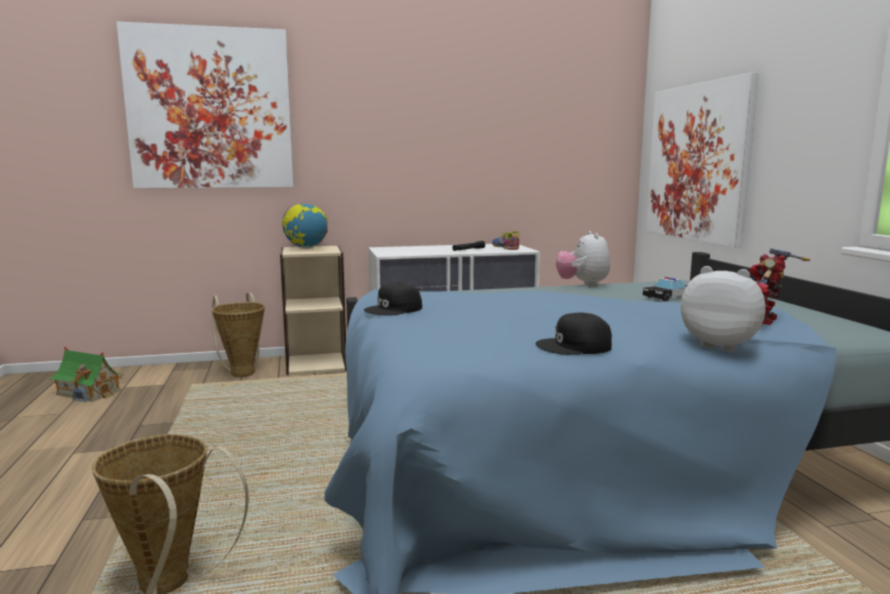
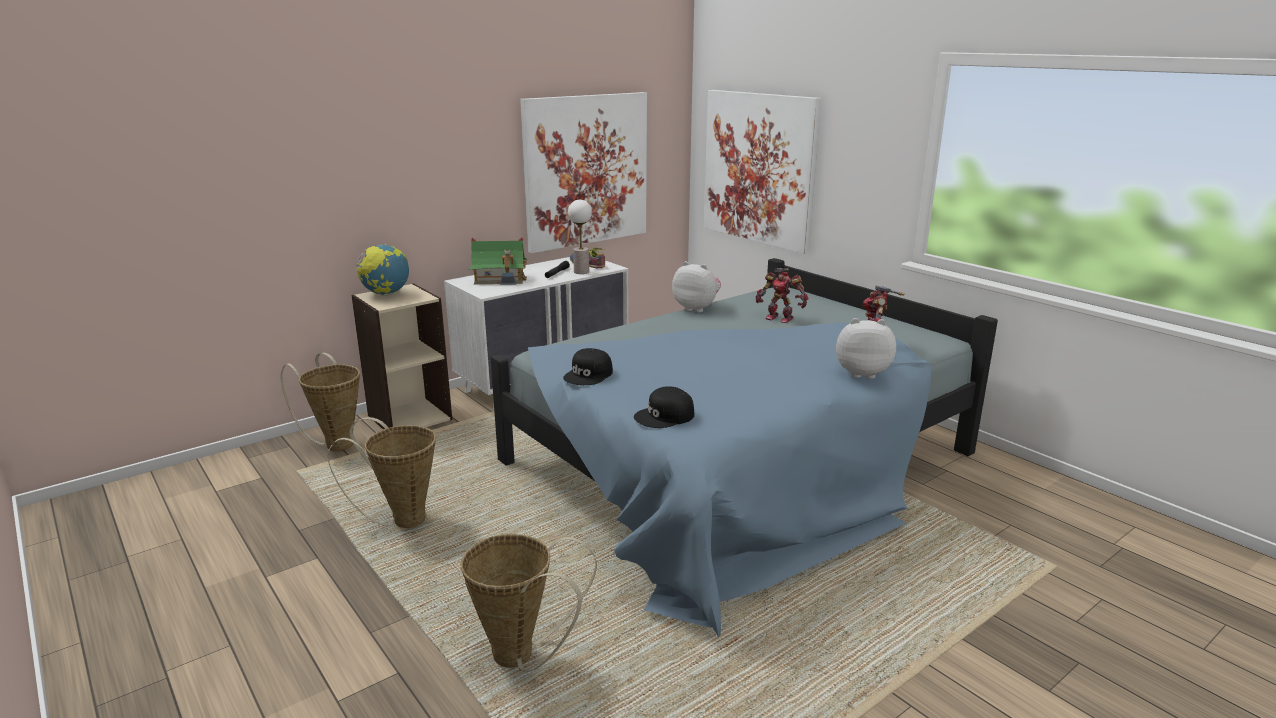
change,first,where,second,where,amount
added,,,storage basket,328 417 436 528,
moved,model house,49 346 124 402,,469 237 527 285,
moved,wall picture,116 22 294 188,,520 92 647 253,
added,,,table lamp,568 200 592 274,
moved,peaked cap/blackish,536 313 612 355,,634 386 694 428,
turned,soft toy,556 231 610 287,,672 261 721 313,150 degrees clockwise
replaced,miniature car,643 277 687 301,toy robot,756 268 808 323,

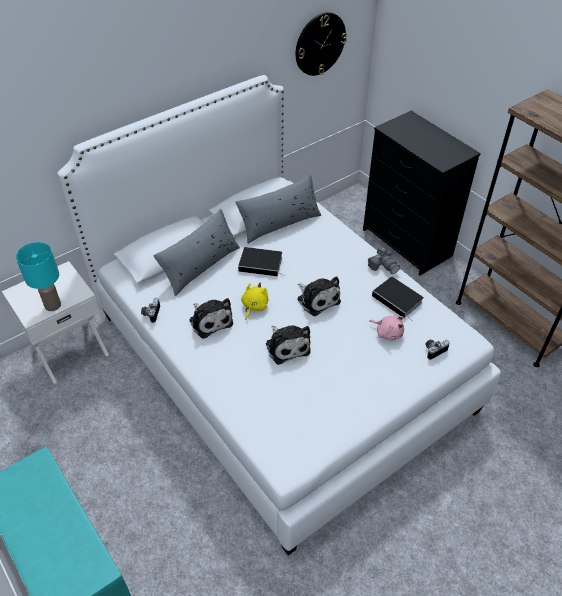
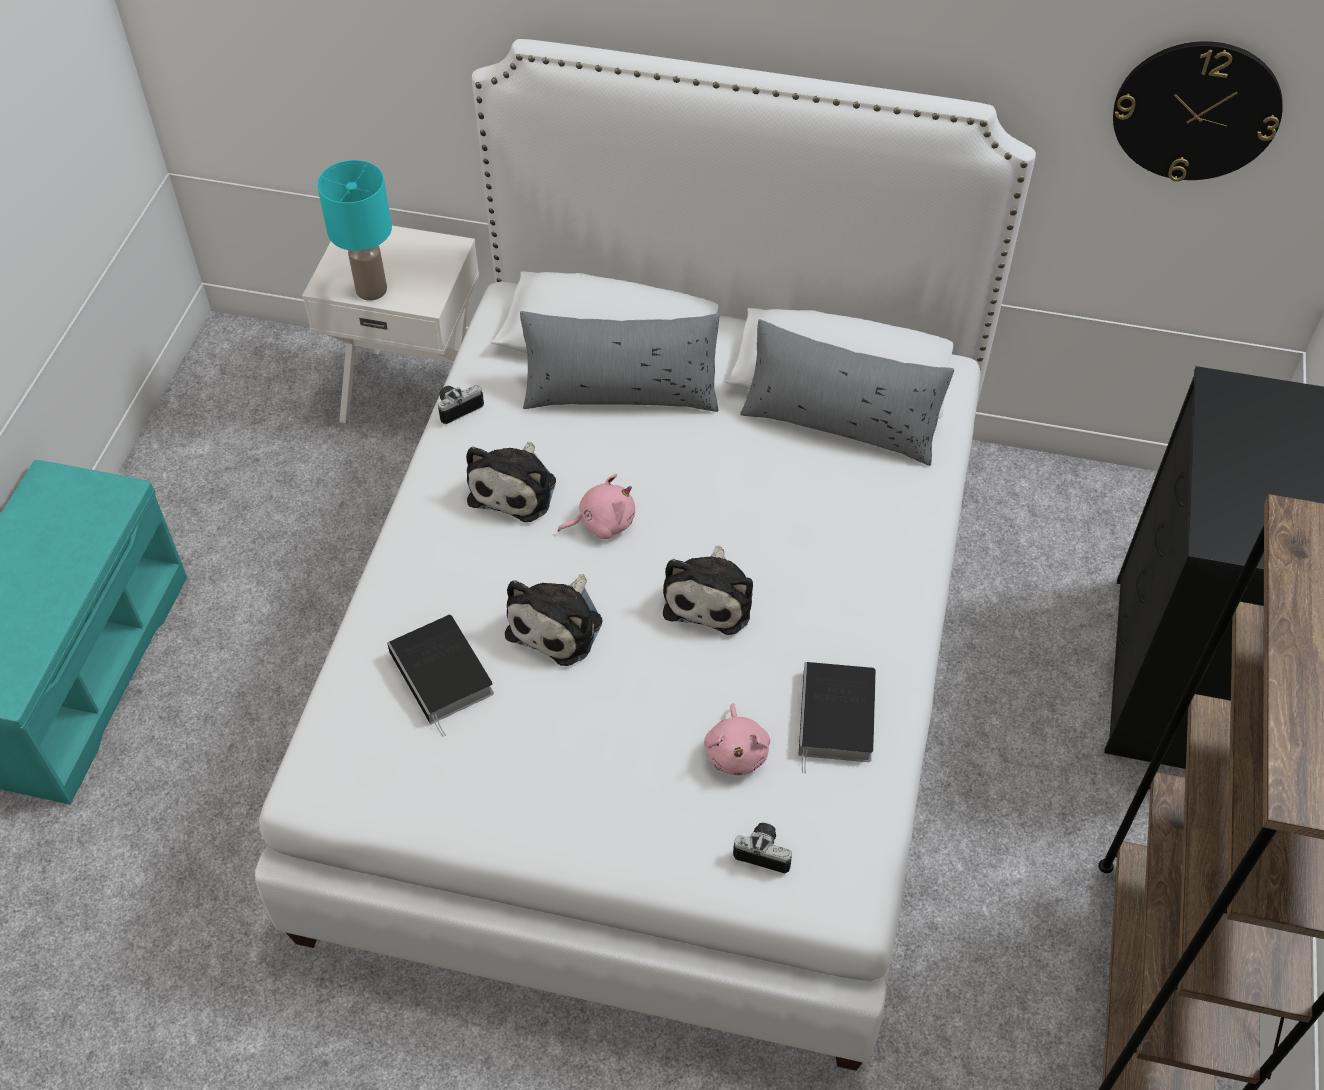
change,first,where,second,where,amount
moved,volume,238 247 284 276,,387 615 494 737,
recoloured,soft toy/yellowish,241 283 269 320,soft toy/pinkish,558 474 635 539,
removed,still camera,368 247 400 274,,,

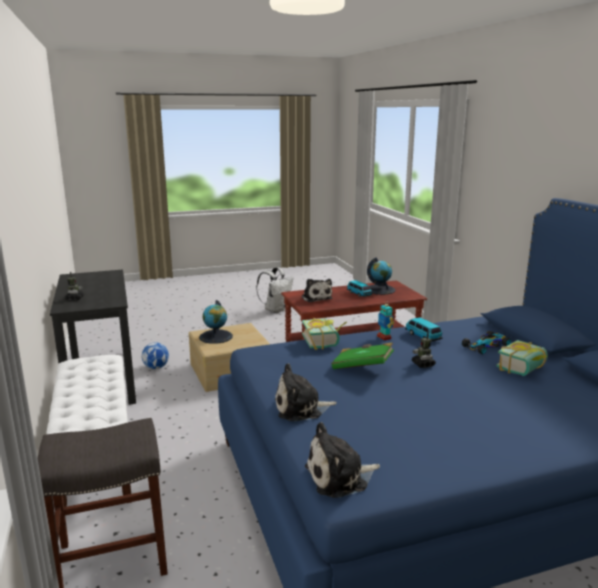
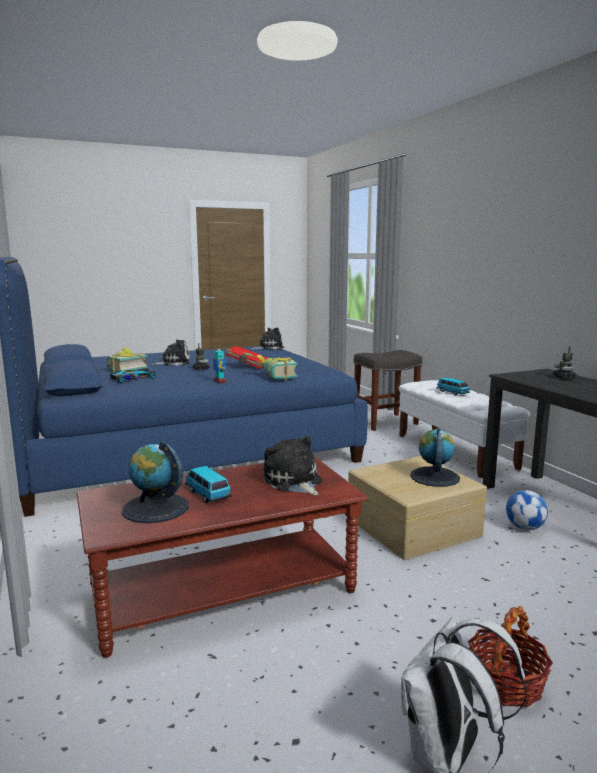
change,first,where,second,where,amount
moved,soft toy,275 363 337 421,,151 340 190 366,
recoloured,volume/green-coloured,331 343 394 369,volume/red,225 346 269 369,
moved,miniature car,405 317 443 342,,437 378 470 395,
added,,,storage basket,468 606 553 707,

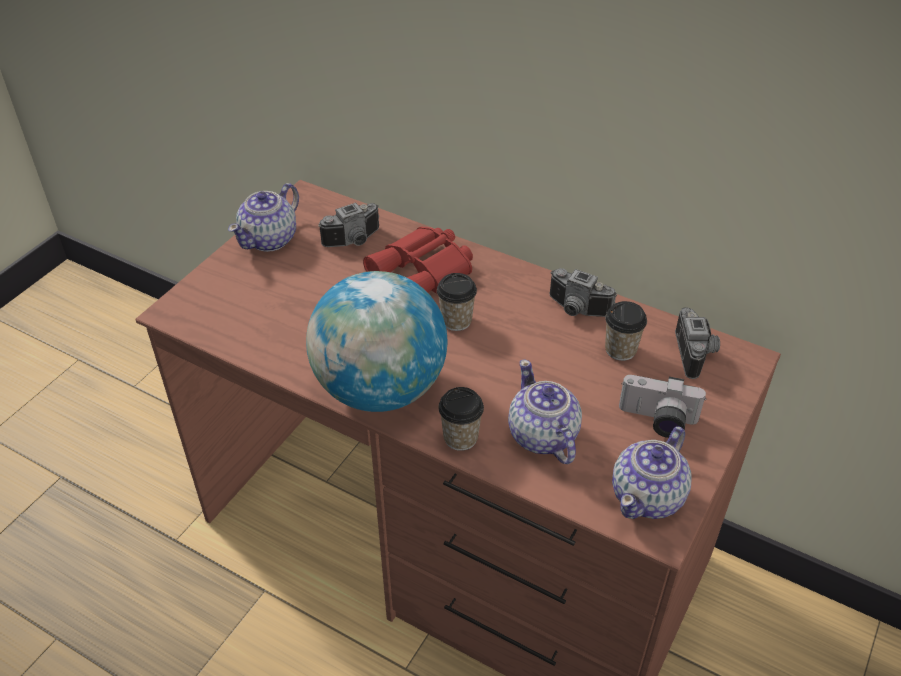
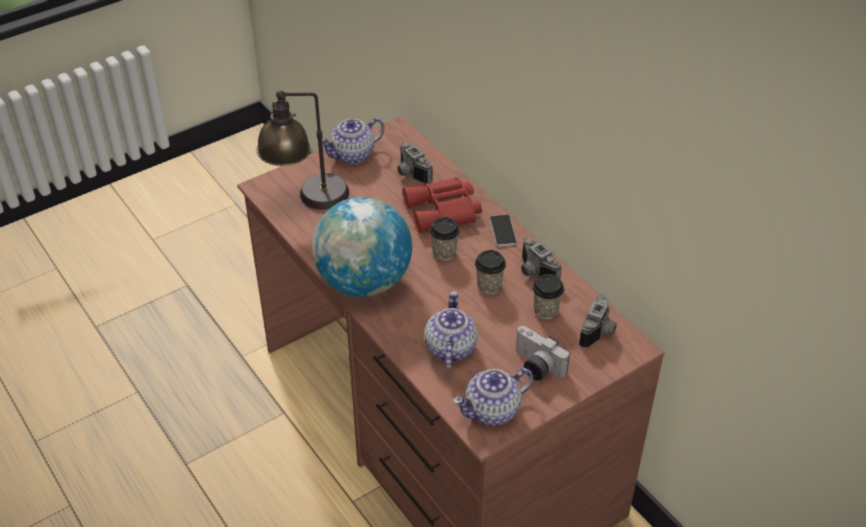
change,first,where,second,where,amount
added,,,table lamp,257 90 349 210,
turned,still camera,318 203 379 247,,397 142 433 184,60 degrees clockwise
moved,cup,438 387 484 451,,475 250 506 295,
added,,,phone,490 215 517 247,

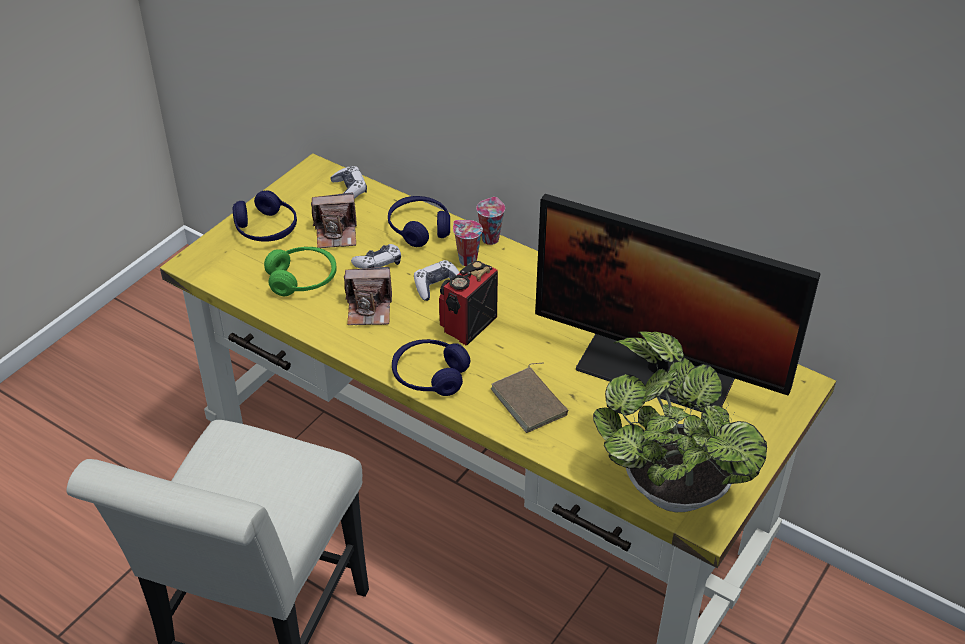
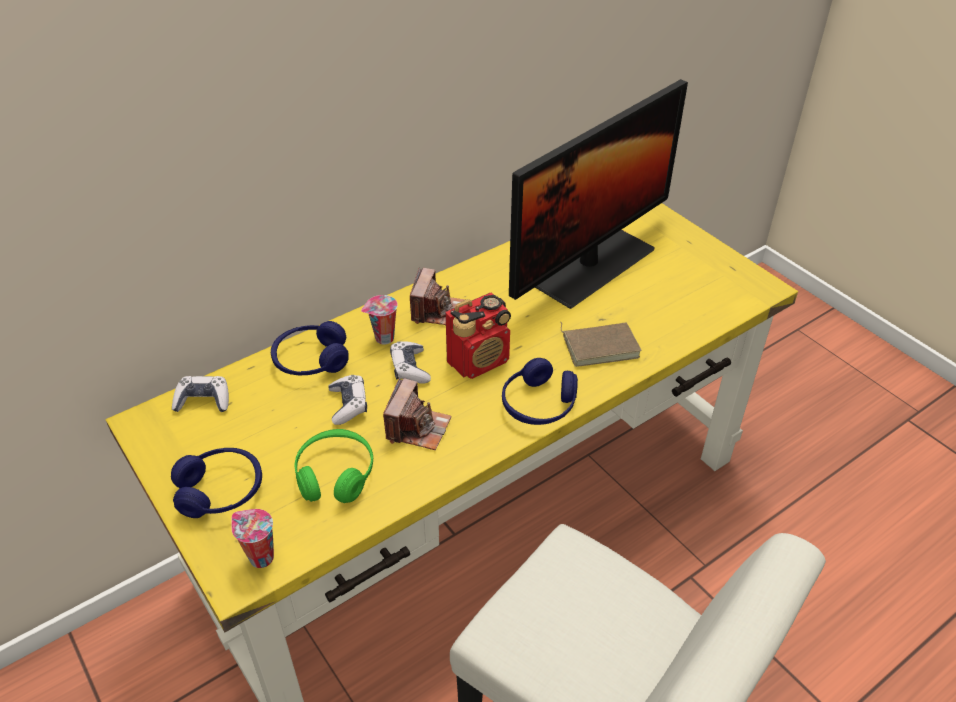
change,first,where,second,where,amount
moved,cup,476 197 505 245,,231 509 274 568,
moved,still camera,311 192 357 248,,410 268 465 325,
turned,radio set,439 261 498 345,,445 292 511 379,90 degrees counterclockwise
removed,plant in a pot,593 332 767 512,,,

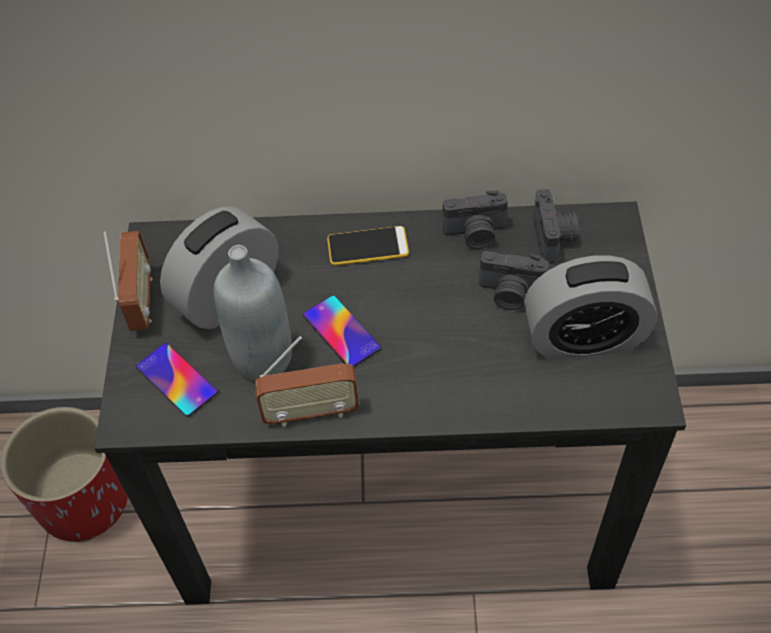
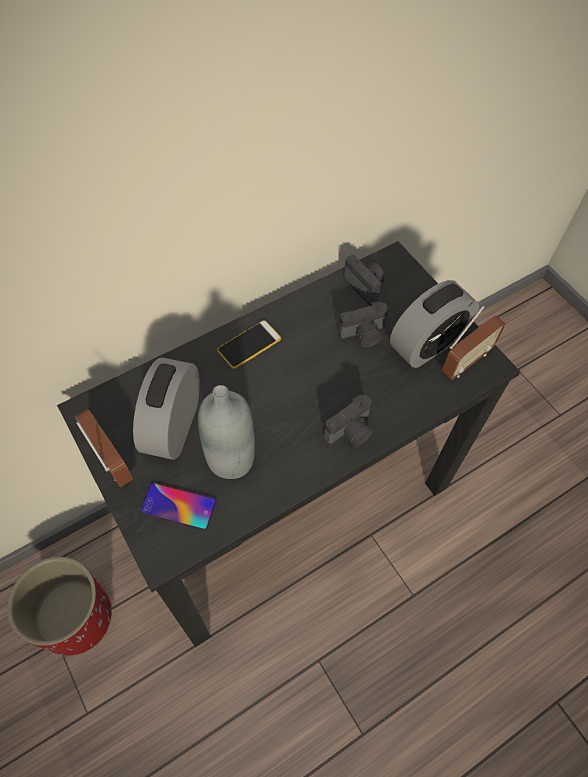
change,first,where,second,where,amount
moved,still camera,442 190 508 249,,324 395 373 447,
moved,radio set,255 336 359 427,,442 306 506 380,
removed,phone,303 296 381 366,,,

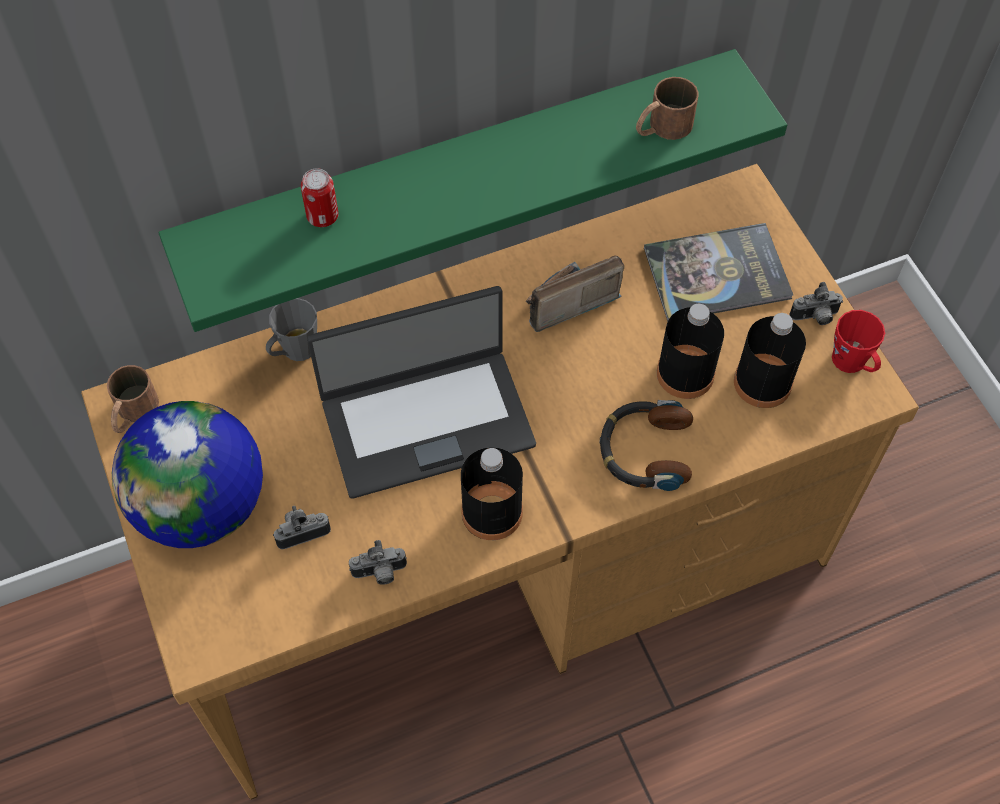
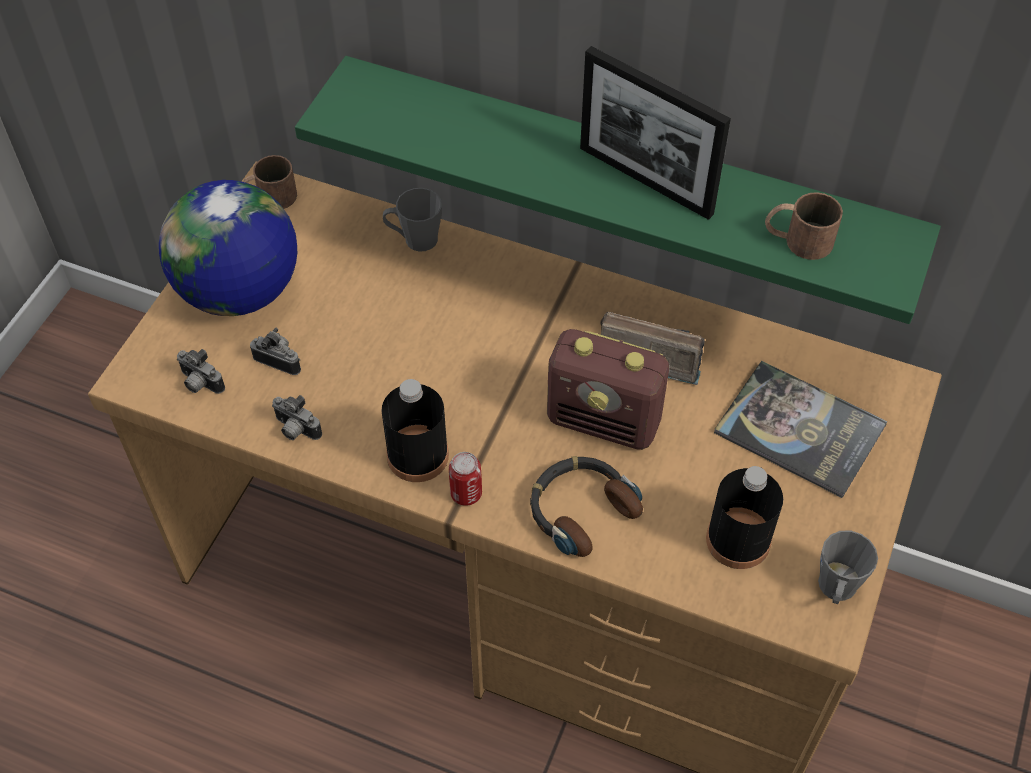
change,first,where,second,where,amount
moved,still camera,790 282 843 325,,177 349 225 394,
moved,sealed can,301 168 339 227,,449 452 482 506,
added,,,radio set,547 329 669 450,
added,,,standing frame,580 46 731 220,
recoloured,tea mug/red,832 310 885 373,tea mug/greyish,818 530 878 604,
removed,portable computer,307 286 536 498,,,
removed,bottle/blackish,657 304 724 399,,,

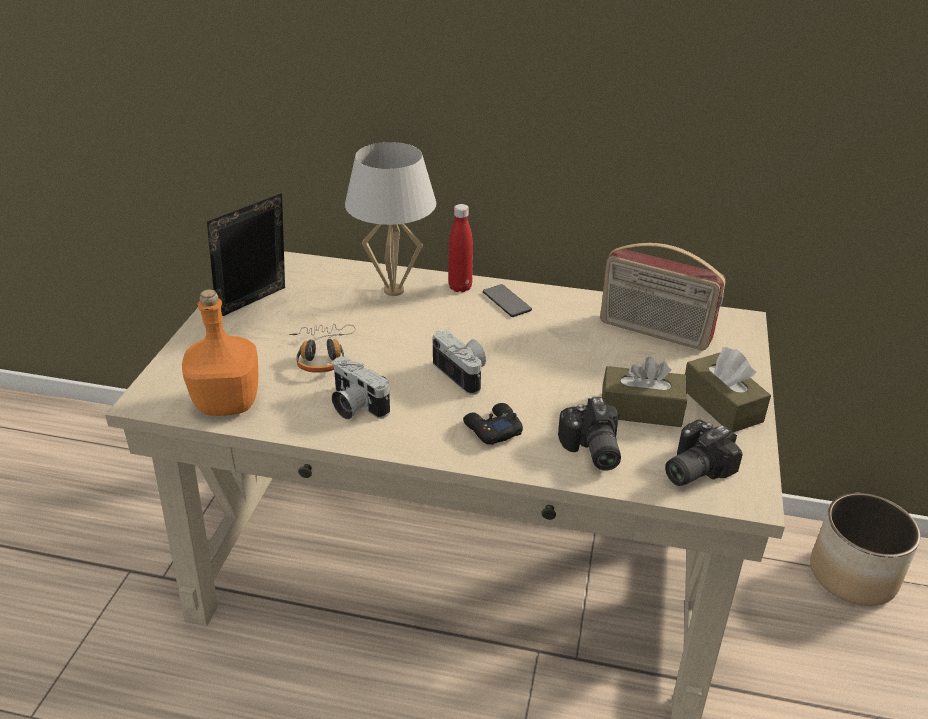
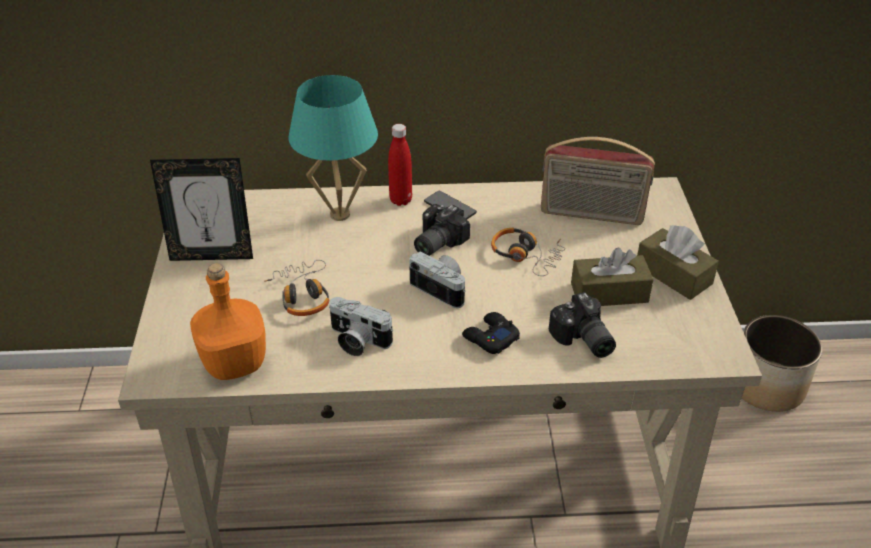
change,first,where,second,where,amount
turned,standing frame,207 193 285 316,,150 158 253 261,120 degrees counterclockwise
recoloured,table lamp/white-coloured,345 142 436 296,table lamp/turquoise-coloured,288 75 378 221,
moved,still camera,665 419 743 486,,414 204 470 256,
added,,,pair of headphones,491 228 565 276,

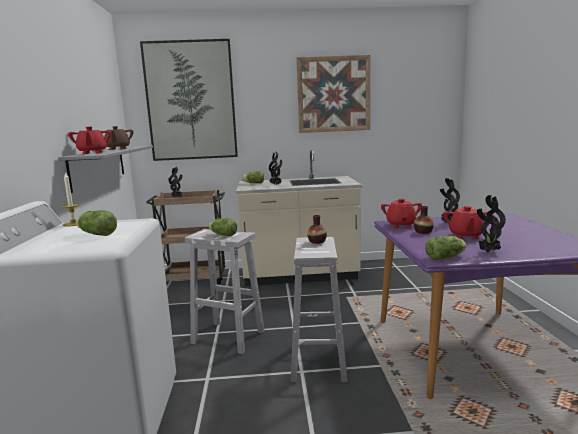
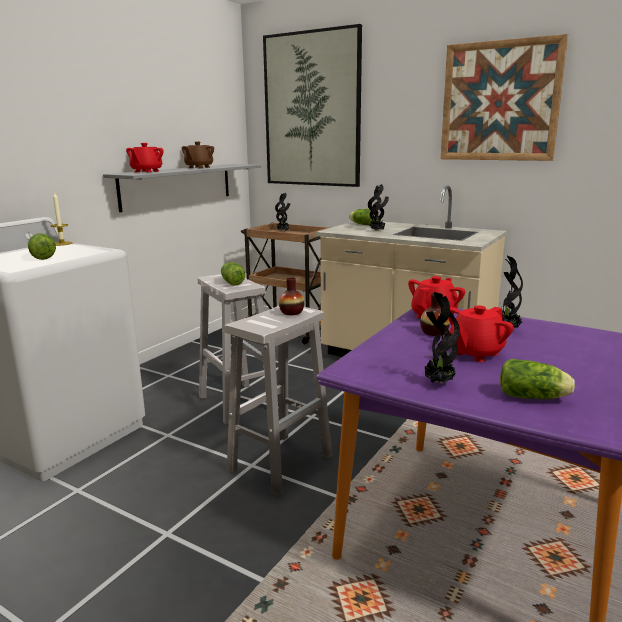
change,first,where,second,where,amount
moved,lettuce,425 236 466 260,,500 359 575 399,

